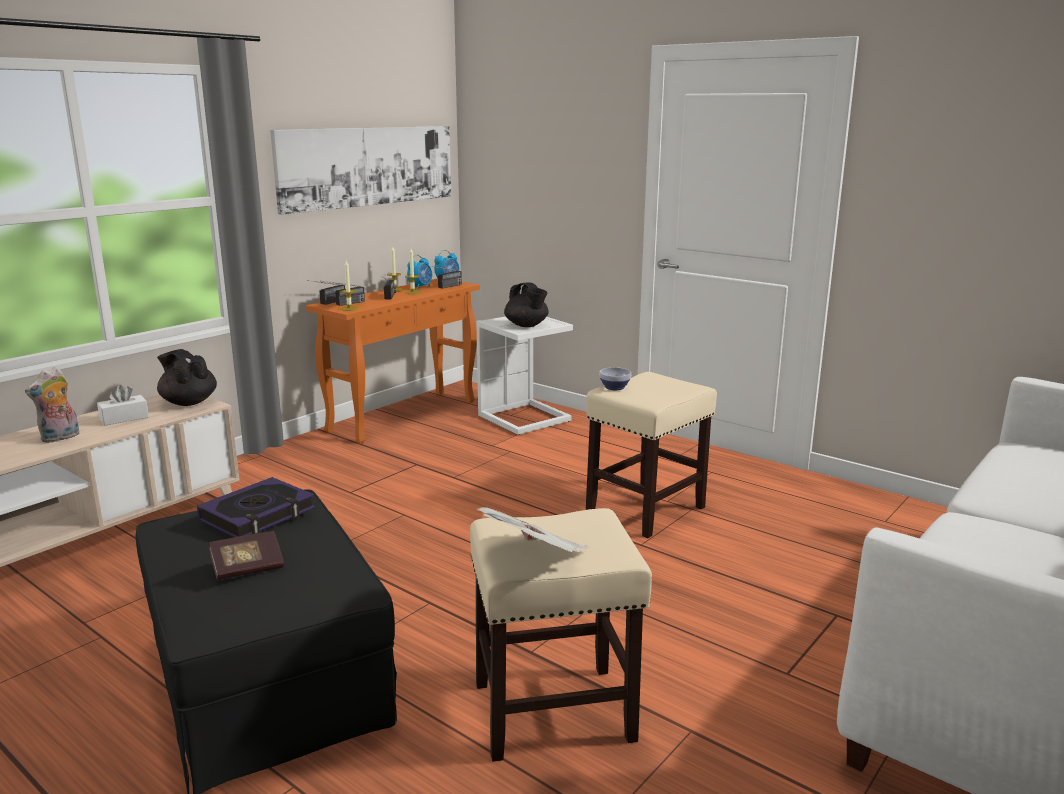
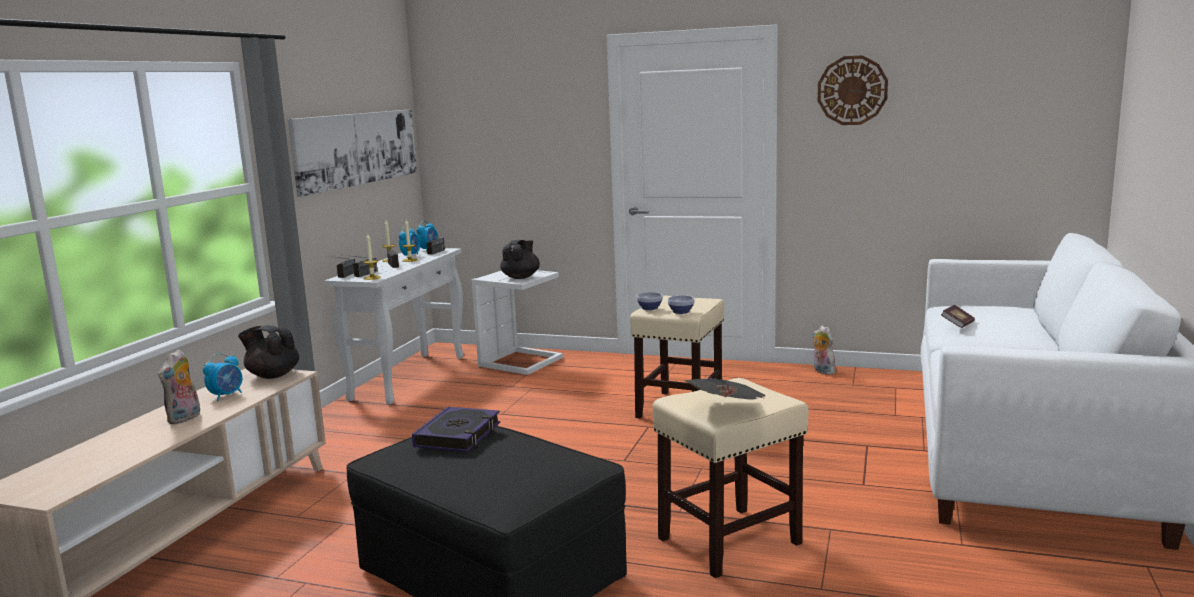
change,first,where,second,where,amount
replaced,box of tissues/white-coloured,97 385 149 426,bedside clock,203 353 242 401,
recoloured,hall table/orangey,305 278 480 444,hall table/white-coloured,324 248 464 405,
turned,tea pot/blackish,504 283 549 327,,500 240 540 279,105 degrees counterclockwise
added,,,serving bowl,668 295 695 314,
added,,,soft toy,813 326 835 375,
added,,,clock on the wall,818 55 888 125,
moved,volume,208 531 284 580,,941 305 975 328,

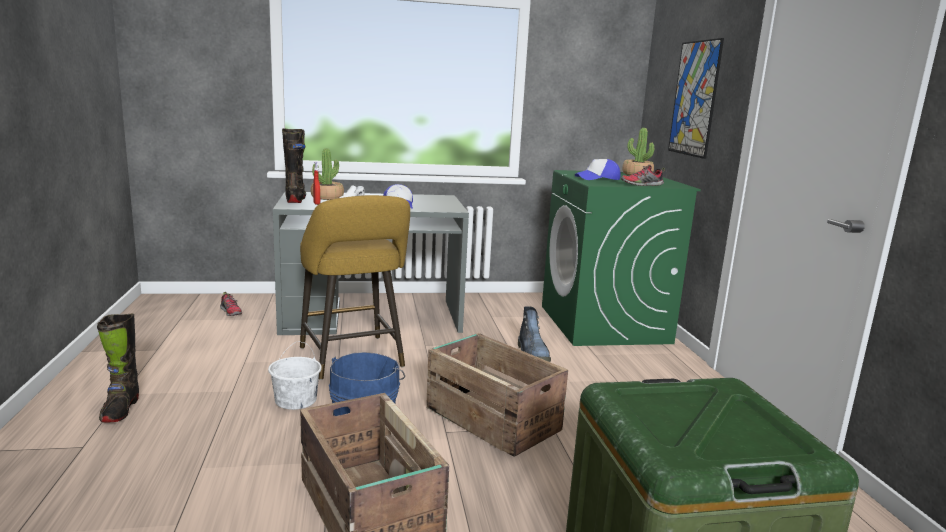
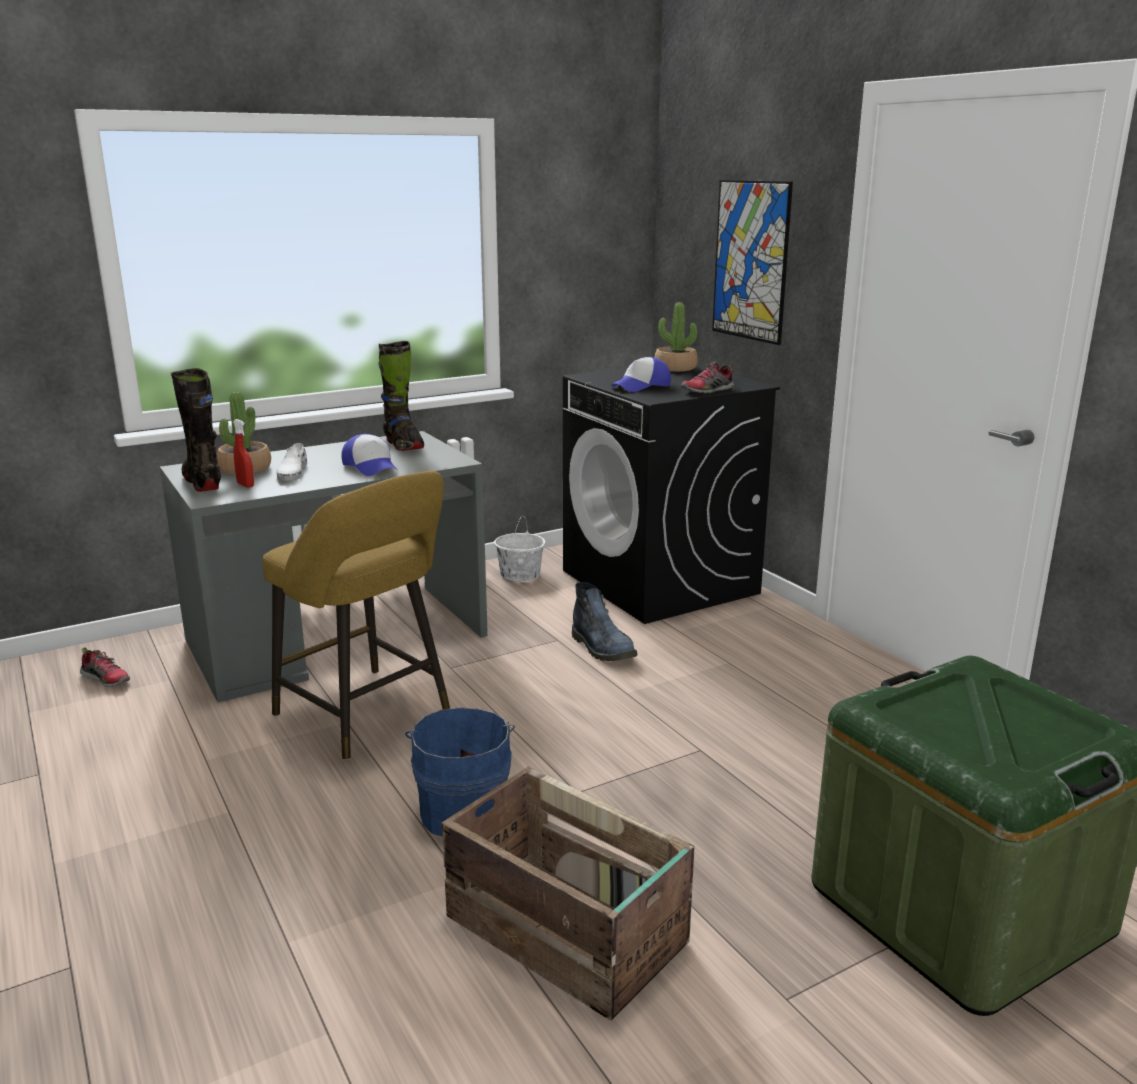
change,first,where,second,where,amount
moved,boot/blackish,97 314 139 423,,378 341 424 451,
moved,pail/white-coloured,268 342 322 410,,494 516 545 581,
recoloured,washing machine/green-coloured,542 170 701 346,washing machine/blackish,563 365 780 624,
removed,packing crate,426 333 568 457,,,

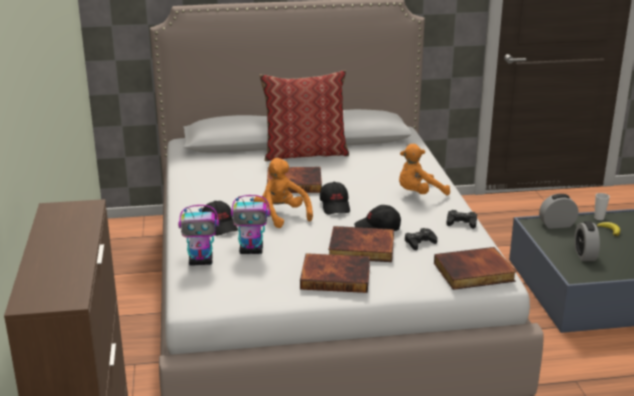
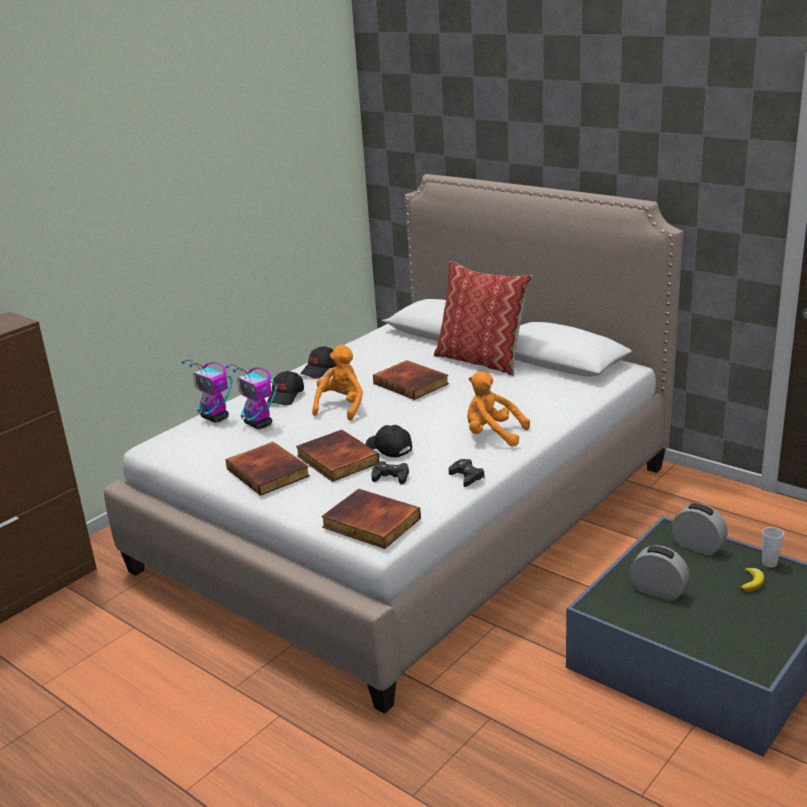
change,first,where,second,where,amount
moved,peaked cap/blackish,320 182 350 214,,300 346 337 379,
turned,bedside clock,574 221 600 261,,630 545 689 601,75 degrees clockwise

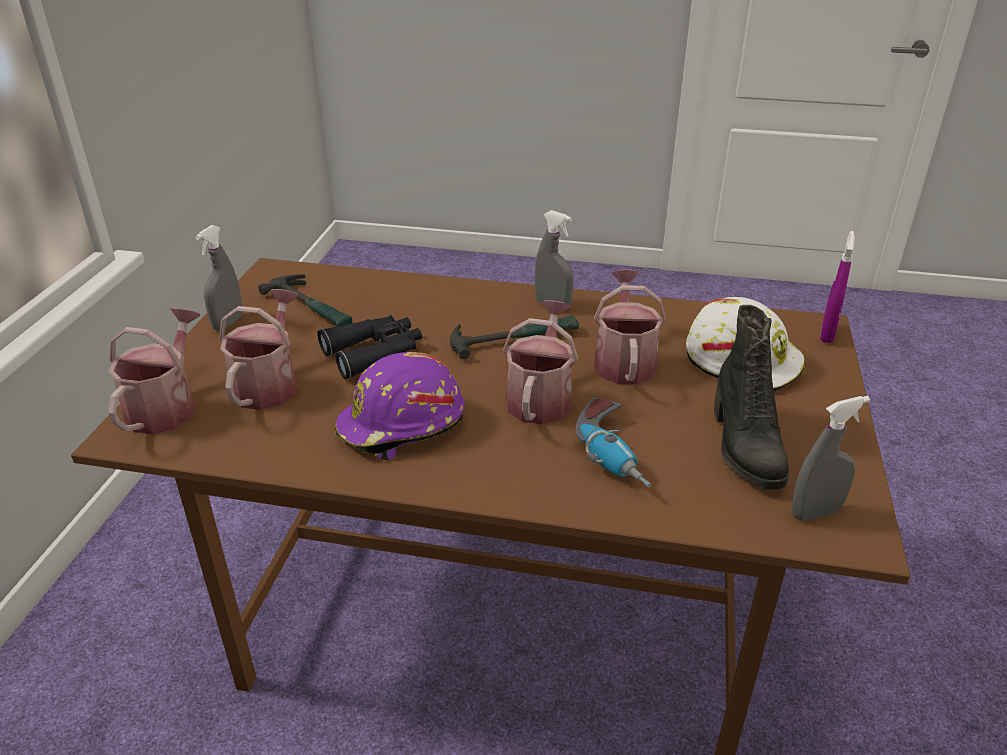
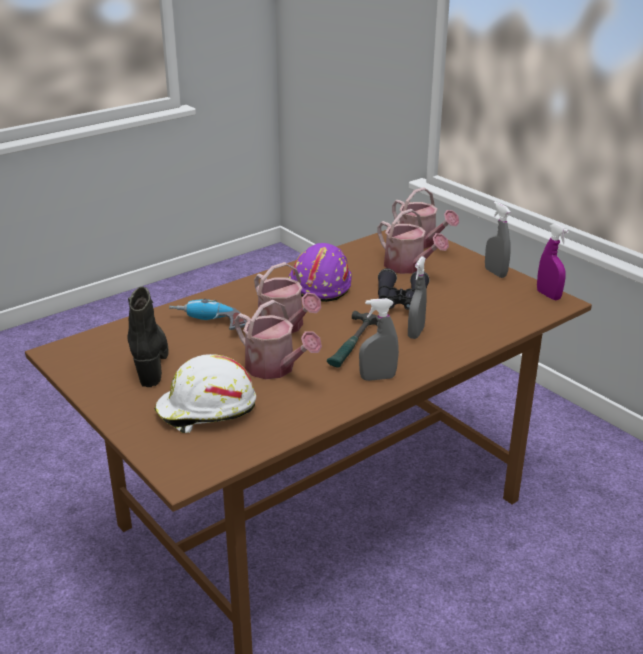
change,first,where,second,where,amount
turned,boot/blackish,714 305 789 490,,127 286 169 387,45 degrees clockwise
moved,sprayer/greyish,791 396 870 521,,408 256 427 339,
moved,sprayer/purple-coloured,820 231 855 343,,537 223 569 300,
removed,tool hammer,258 274 352 326,,,

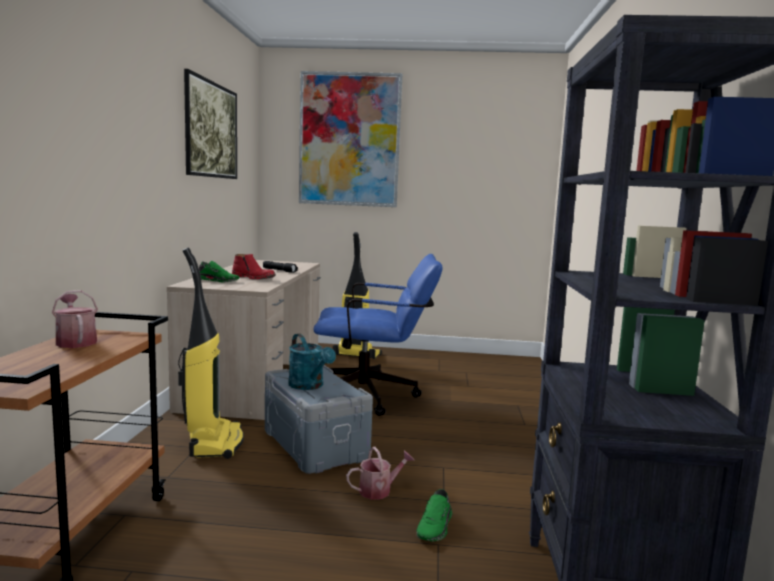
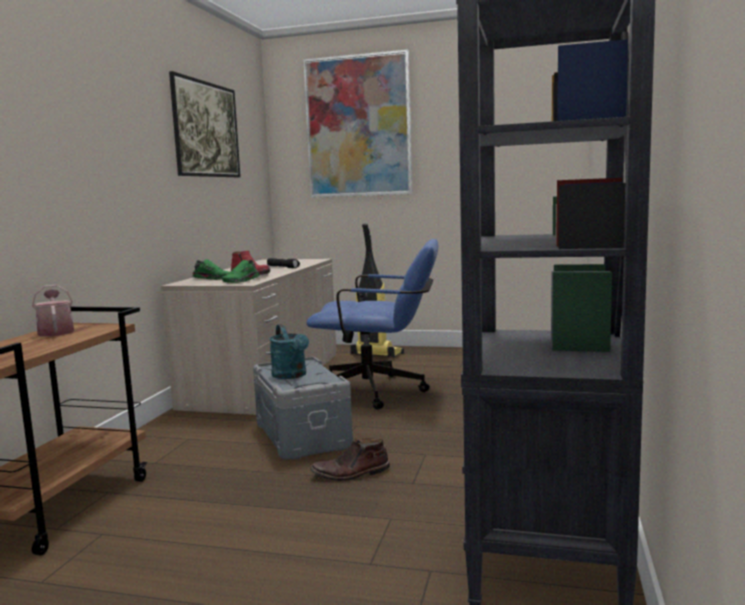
change,first,where,second,where,amount
moved,item of footwear/green-coloured,417 489 452 541,,222 260 260 283,
replaced,watering can,346 447 414 500,boot/brown-coloured,310 438 390 481,
removed,vacuum cleaner,178 248 244 459,,,

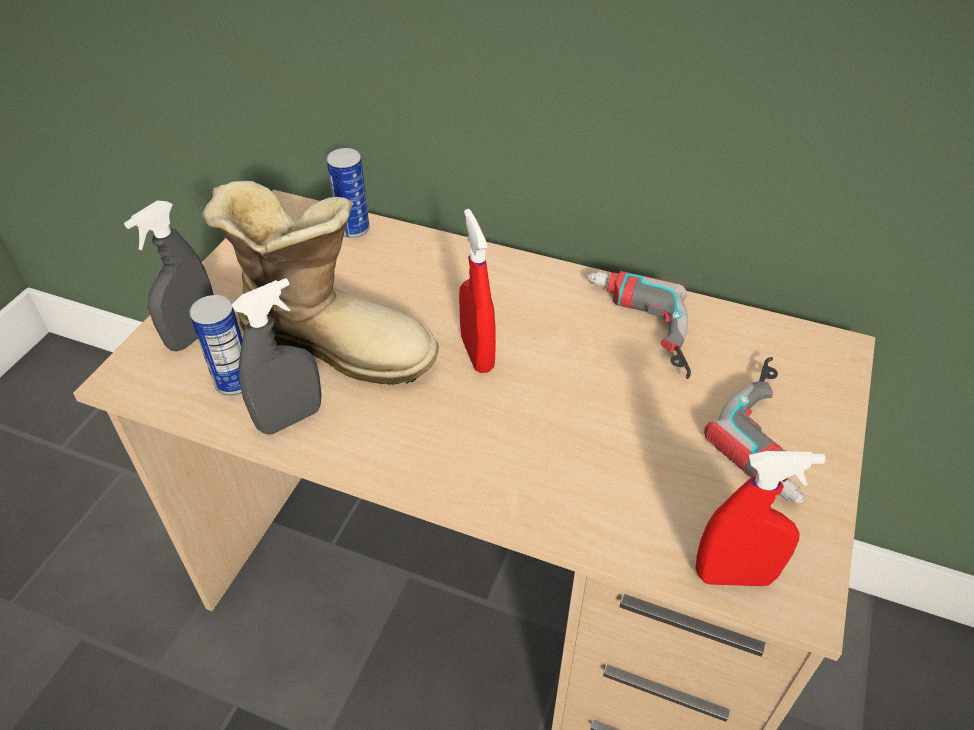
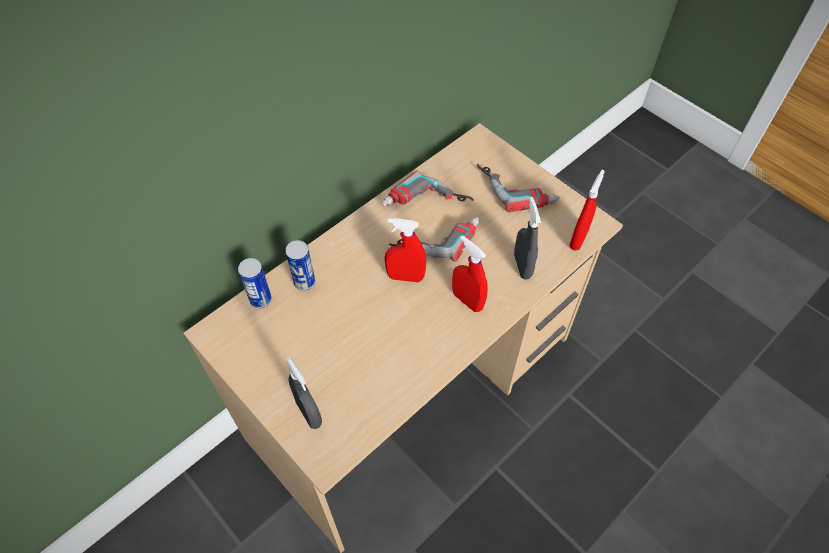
change,first,where,second,where,amount
moved,sealed can,189 295 243 396,,285 240 315 291,
added,,,power drill,389 217 479 262,
added,,,sprayer/red,452 236 488 312,
moved,sprayer/greyish,232 278 321 435,,514 197 541 279,
removed,boot,203 181 439 385,,,

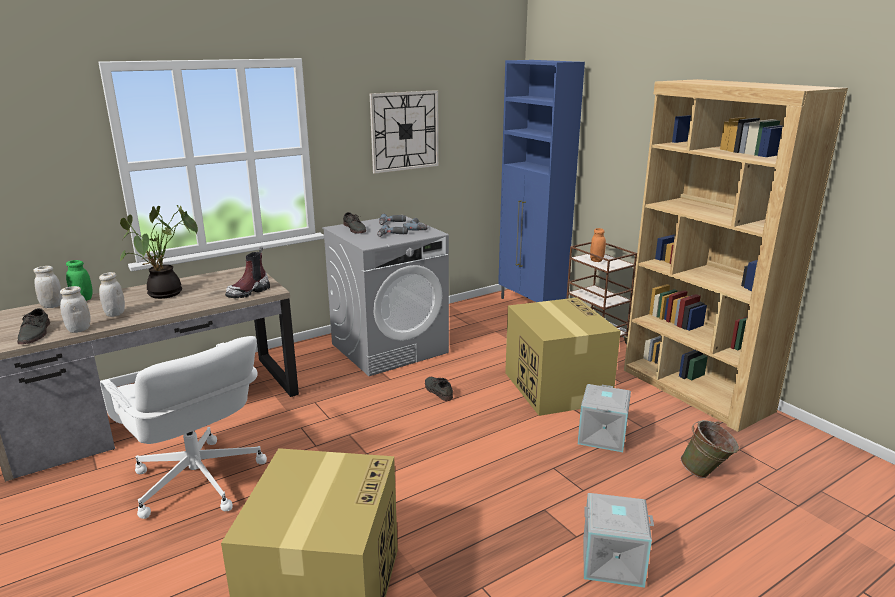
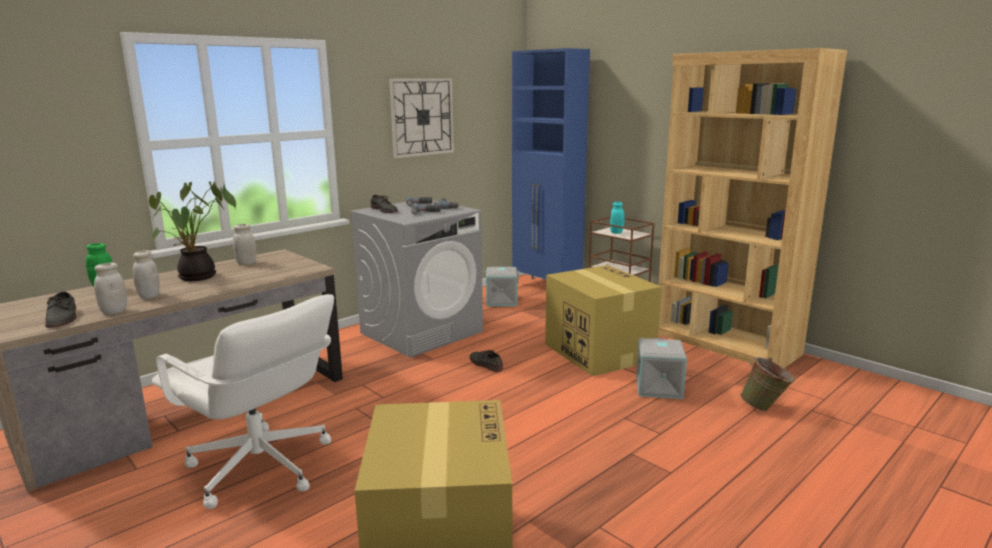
change,first,where,second,where,amount
moved,jar/white-coloured,34 266 62 308,,233 224 256 265,
moved,storage bin/greyish,583 493 654 588,,484 267 519 306,
recoloured,jar/orangey,590 228 606 262,jar/turquoise-coloured,610 202 625 234,
removed,boot,225 247 270 298,,,

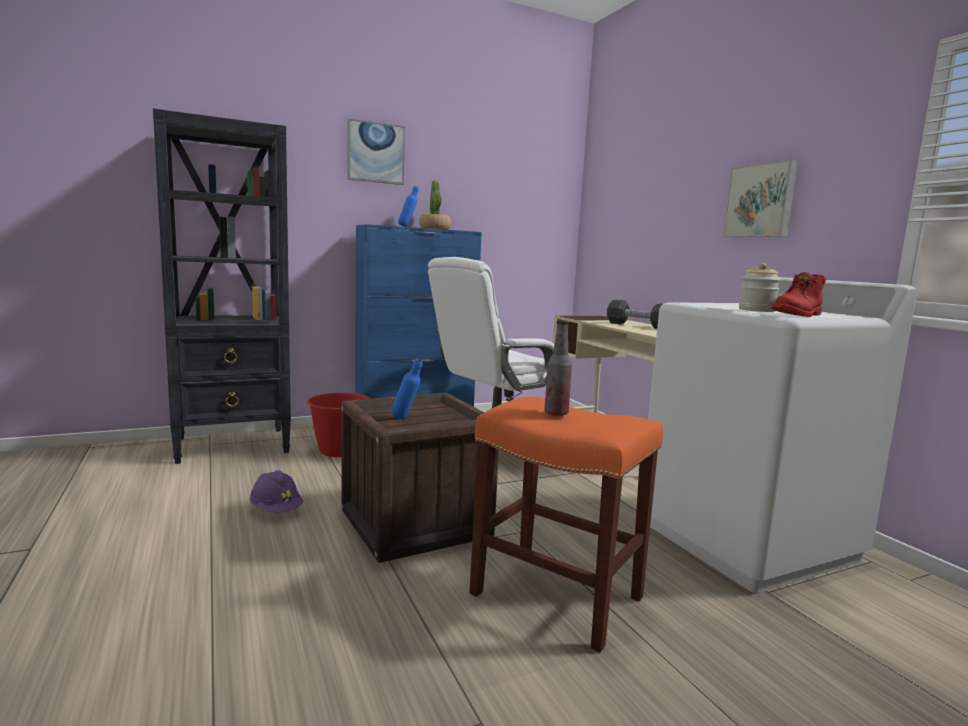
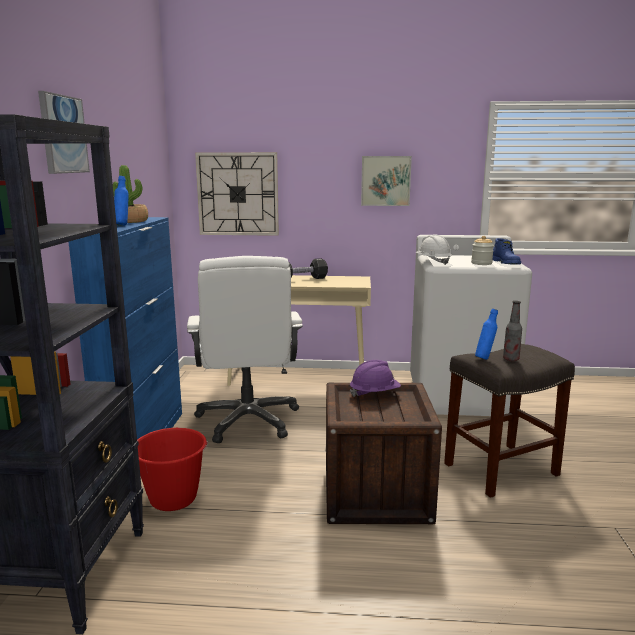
change,first,where,second,where,amount
added,,,clock on the wall,195 152 279 236,
moved,work helmet/purple-coloured,250 470 304 512,,350 360 401 397,
added,,,work helmet/white-coloured,415 235 452 265,
recoloured,stool seat/orangey,470 397 663 652,stool seat/greyish,444 344 575 498,
moved,bottle/blue-coloured,391 359 422 419,,475 308 498 360,
recoloured,boot/red,771 272 827 317,boot/blue-coloured,493 238 521 265,

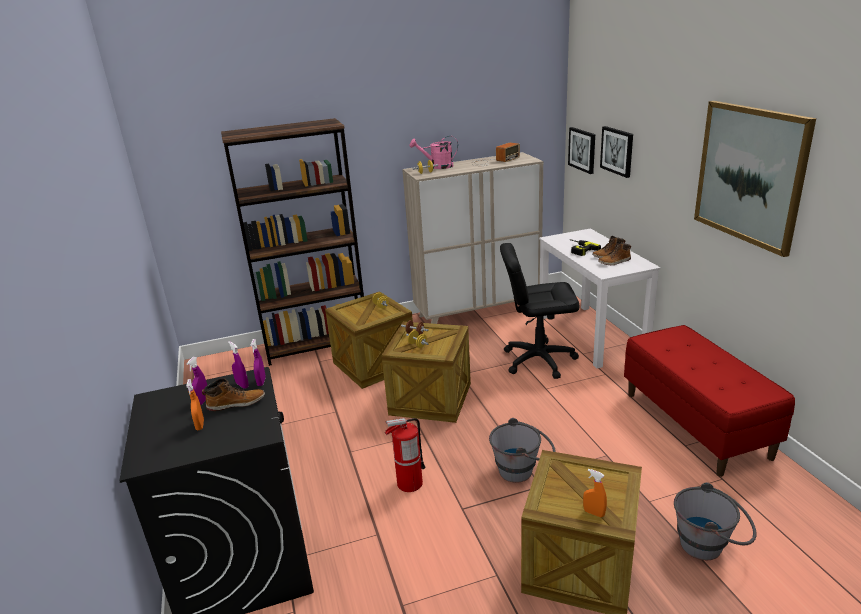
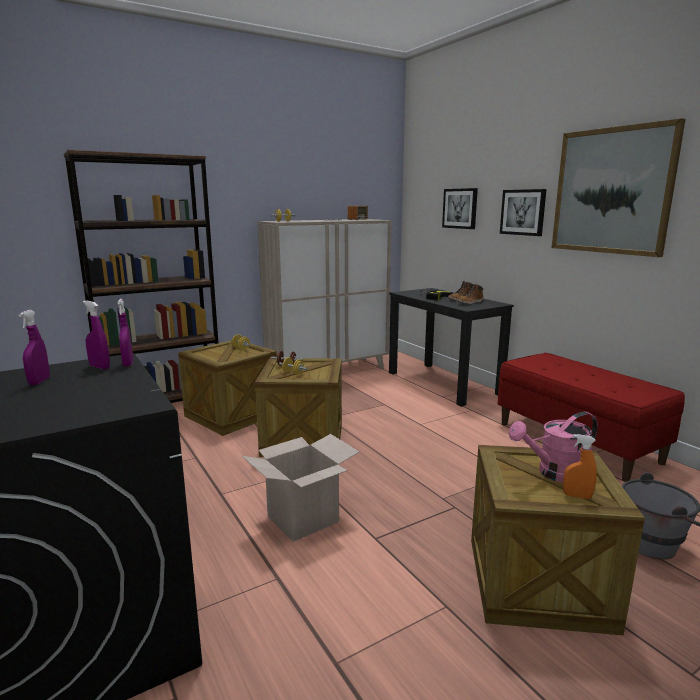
change,first,where,second,where,amount
replaced,fire extinguisher,385 418 425 492,packing box,242 434 359 542,
recoloured,desk table/white-coloured,539 228 661 369,desk table/blackish,389 288 514 407,
moved,wall picture,568 127 595 174,,500 189 547 236,
moved,watering can/pinkish,410 136 458 169,,508 412 598 483,
removed,sprayer/orangey,186 379 204 430,,,
removed,boot,202 379 265 411,,,
removed,pail/greyish,489 418 556 483,,,
removed,office chair/blackish,500 243 580 379,,,

